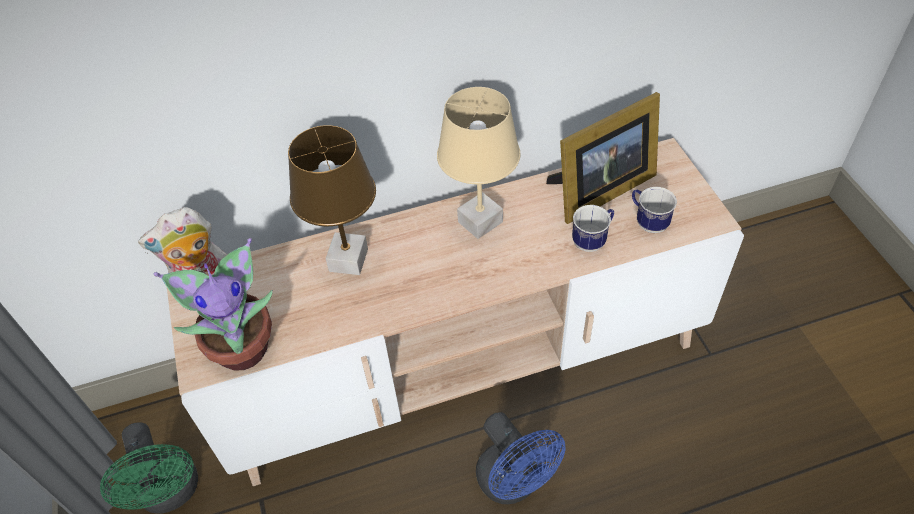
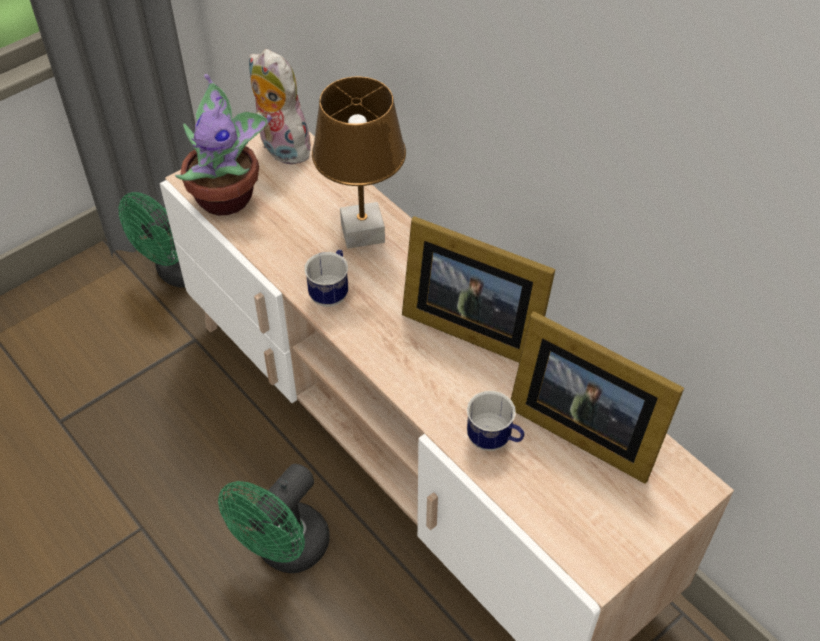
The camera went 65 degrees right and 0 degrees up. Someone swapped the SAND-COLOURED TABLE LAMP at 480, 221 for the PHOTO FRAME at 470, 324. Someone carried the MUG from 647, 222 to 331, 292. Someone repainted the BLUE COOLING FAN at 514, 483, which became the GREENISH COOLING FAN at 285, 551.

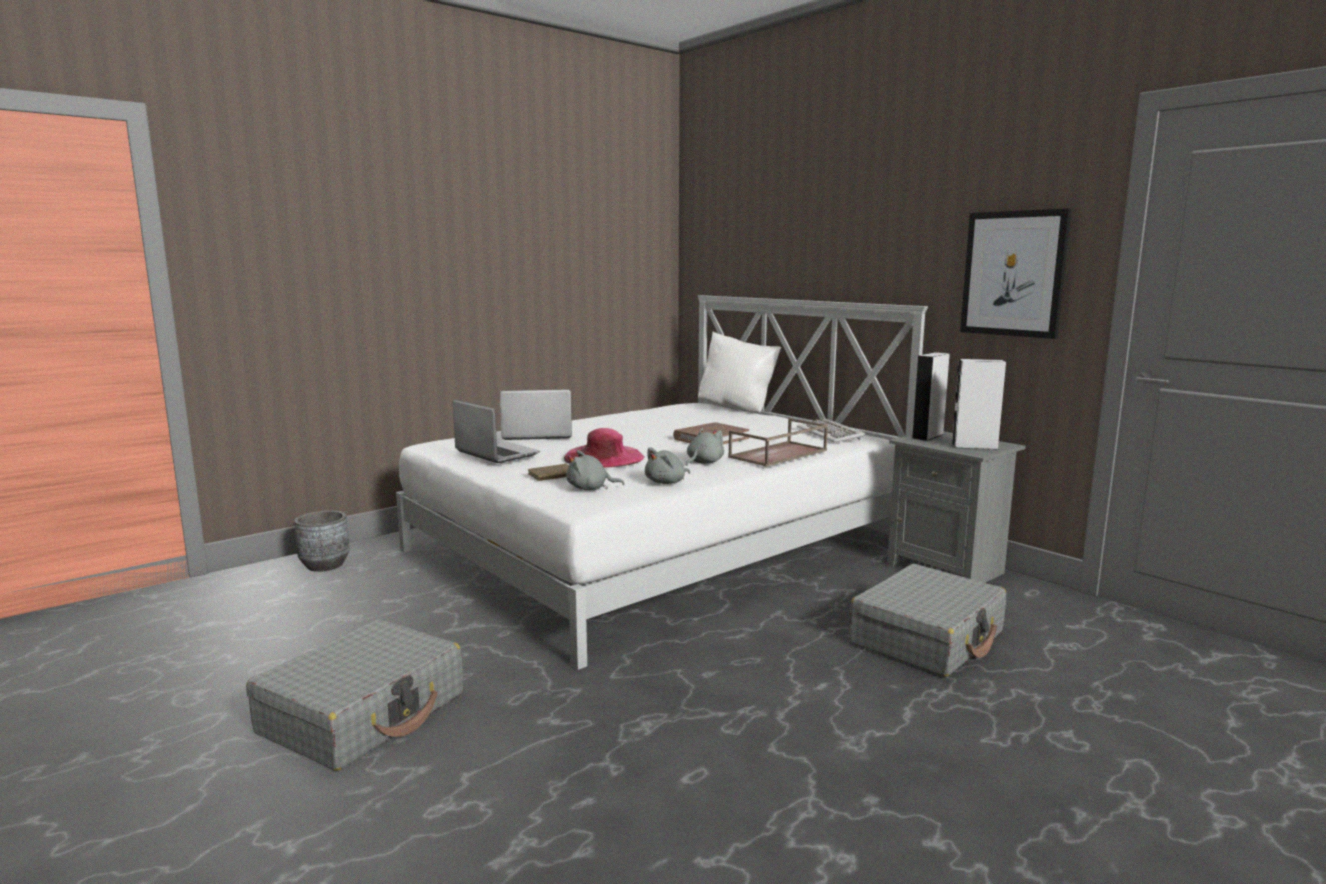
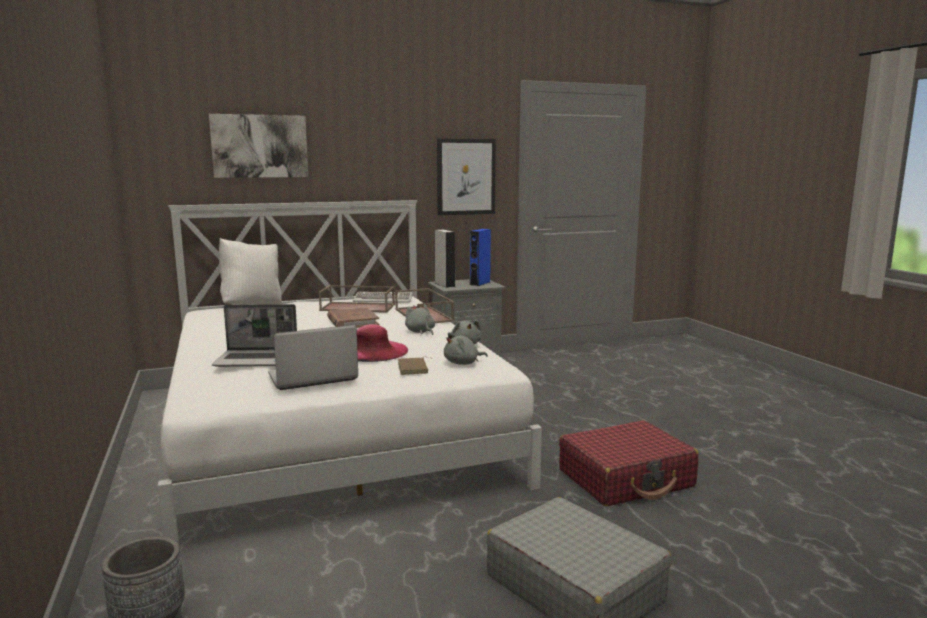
The camera went 70 degrees left and 0 degrees up. Someone repainted the GREYISH LOUDSPEAKER at 974, 447, which became the BLUE LOUDSPEAKER at 480, 283. Someone rotated the NOTEBOOK COMPUTER at 536, 435 by 105 degrees counterclockwise. Someone rotated the GREYISH SOFT TOY at 590, 489 by 45 degrees clockwise. Someone took away the GREYISH TRAVEL CASE at 927, 638. Someone put up the WALL PICTURE at 259, 146. Someone put down the BROWN SERVING TRAY at 358, 307. Someone put down the REDDISH TRAVEL CASE at 626, 479.

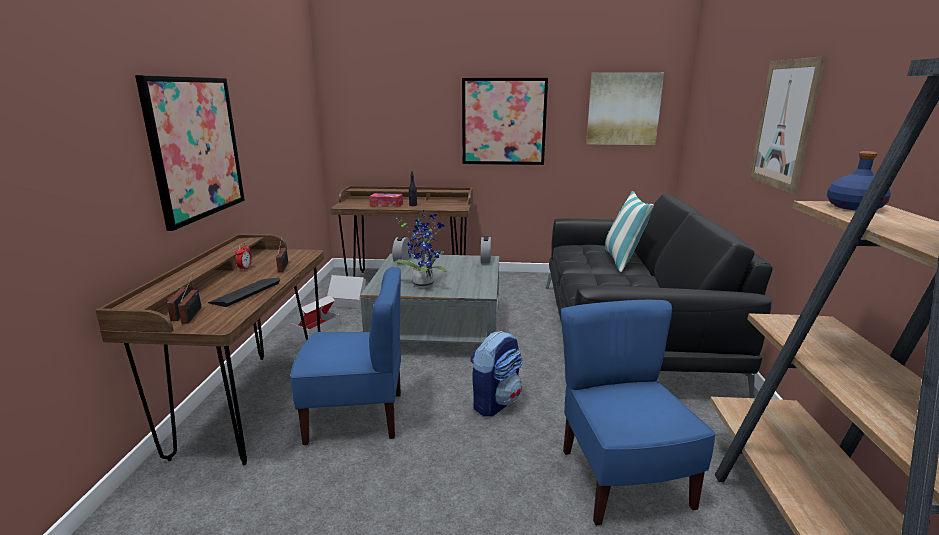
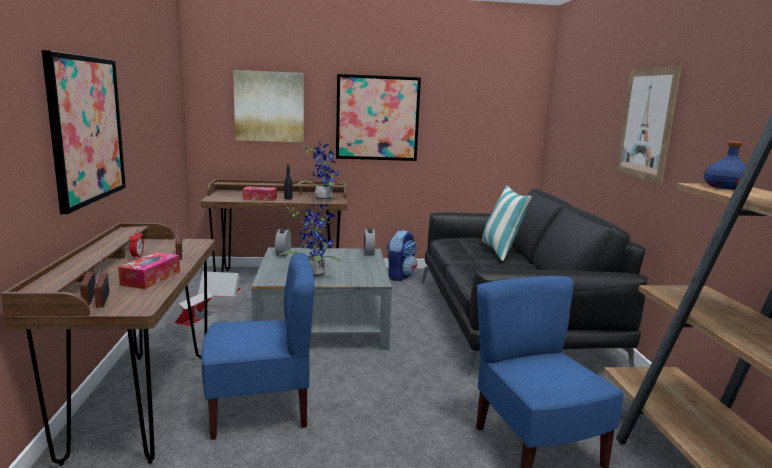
The camera went 10 degrees left and 5 degrees down. Someone carried the WALL PICTURE from 623, 109 to 269, 106. Someone swapped the KEYBOARD at 245, 292 for the TISSUE BOX at 151, 278. Someone carried the KNAPSACK from 495, 402 to 400, 276. Someone put down the PLANT IN A POT at 323, 199.

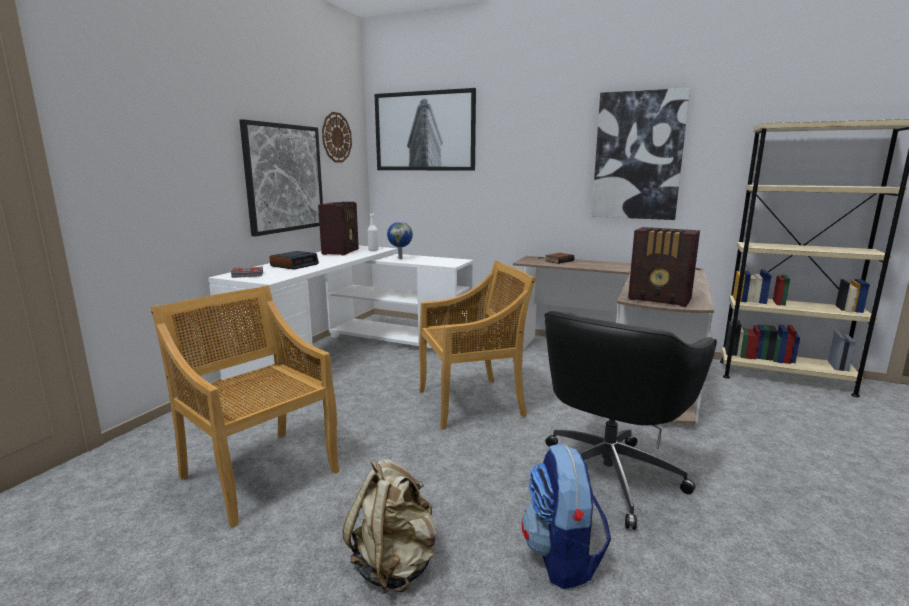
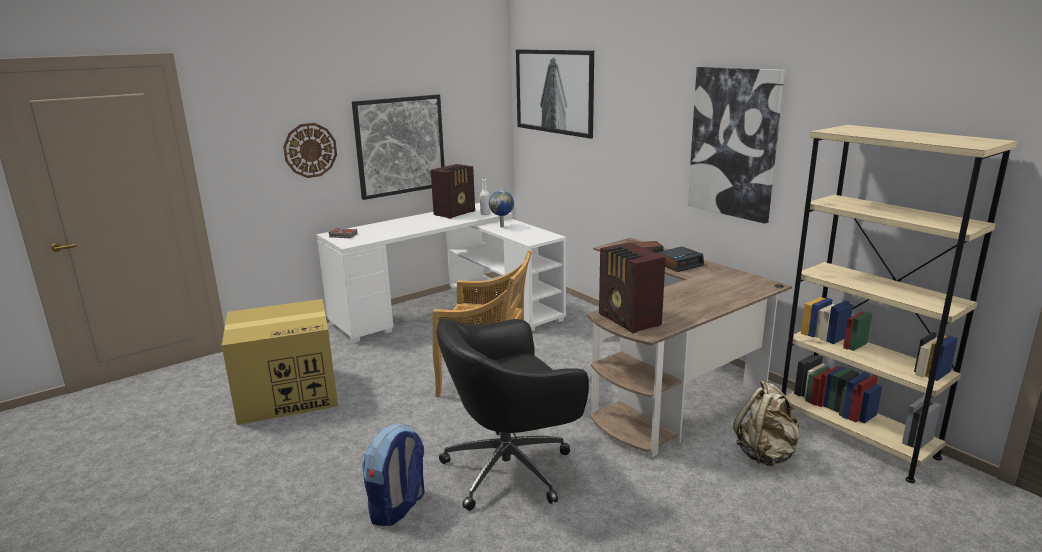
The camera went 30 degrees right and 5 degrees up. Someone carried the HANGING CLOCK from 336, 137 to 310, 150. Someone carried the BEDSIDE CLOCK from 294, 265 to 678, 264. Someone swapped the SAND-COLOURED CHAIR at 259, 473 for the CARTON at 289, 394. Someone carried the SAND-COLOURED KNAPSACK from 395, 564 to 766, 454.

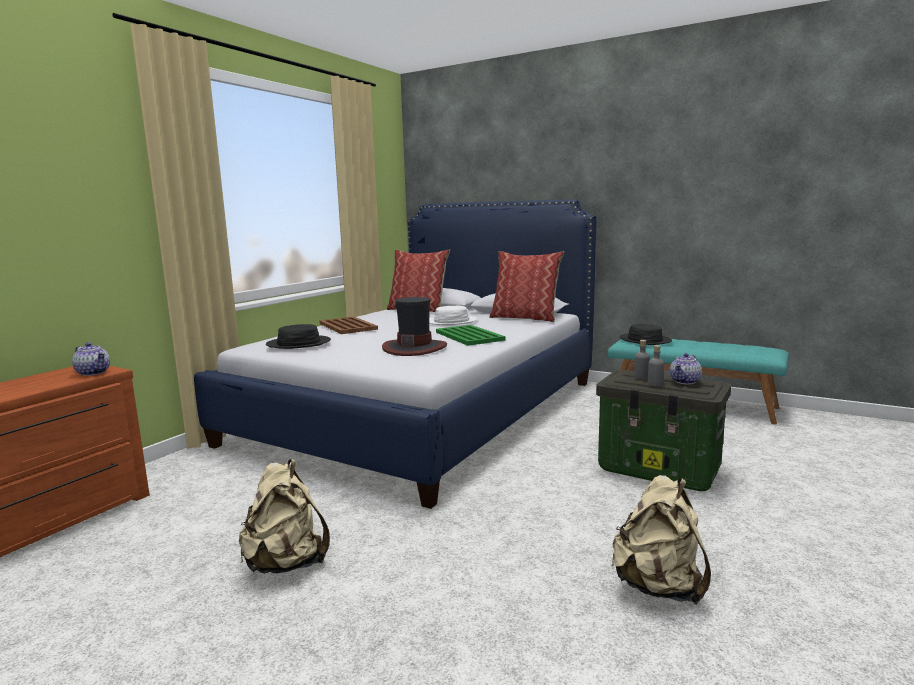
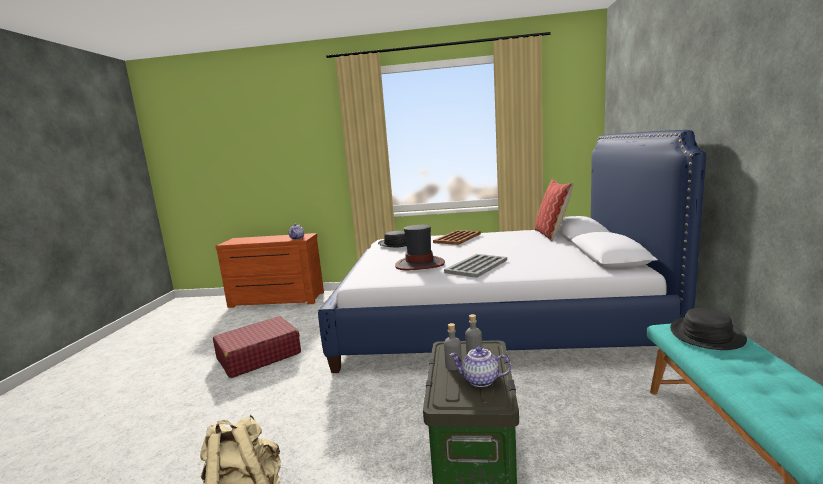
The camera went 65 degrees right and 0 degrees up. Someone took away the PILLOW at 525, 318. Someone took away the WHITE-COLOURED HAT at 451, 321. Someone repainted the GREENISH SERVING TRAY at 469, 336, which became the GREYISH SERVING TRAY at 477, 266. Someone swapped the SAND-COLOURED KNAPSACK at 286, 563 for the REDDISH TRAVEL CASE at 258, 356.

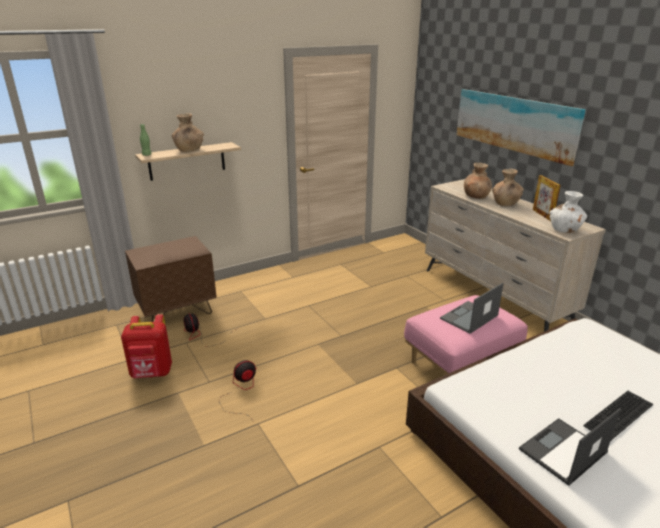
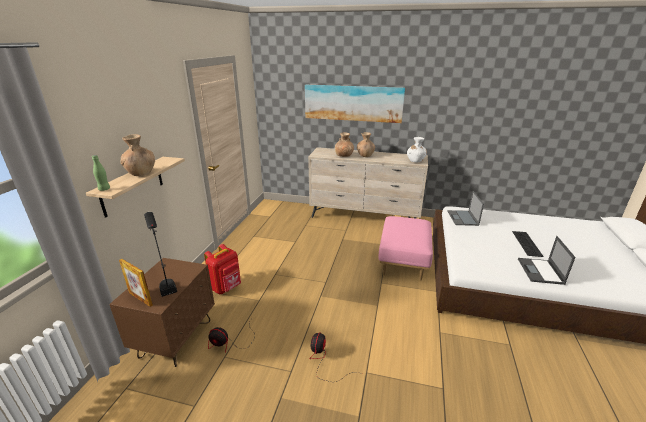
The camera went 45 degrees left and 0 degrees up. Someone carried the PHOTO FRAME from 542, 215 to 140, 299. Someone carried the NOTEBOOK COMPUTER from 469, 317 to 462, 218. Someone carried the REDDISH KNAPSACK from 152, 373 to 226, 287. Someone put down the BLACKISH TABLE LAMP at 165, 280.

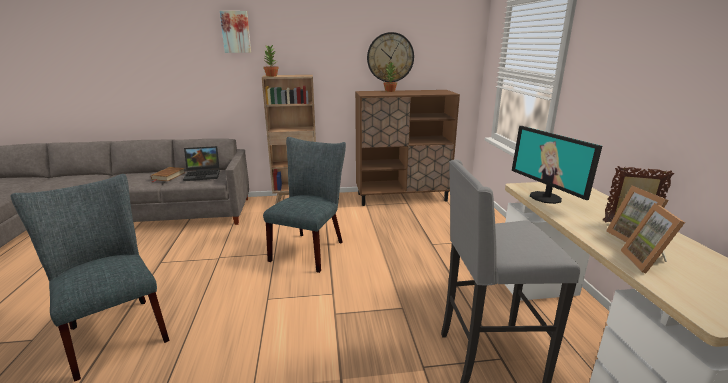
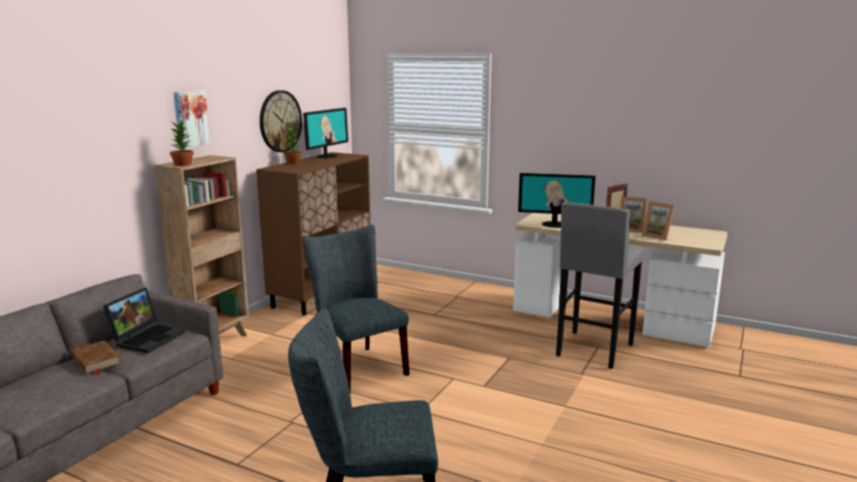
The camera went 55 degrees left and 5 degrees down. Someone carried the WALL PICTURE from 236, 32 to 190, 118. Someone put down the MONITOR at 326, 156.

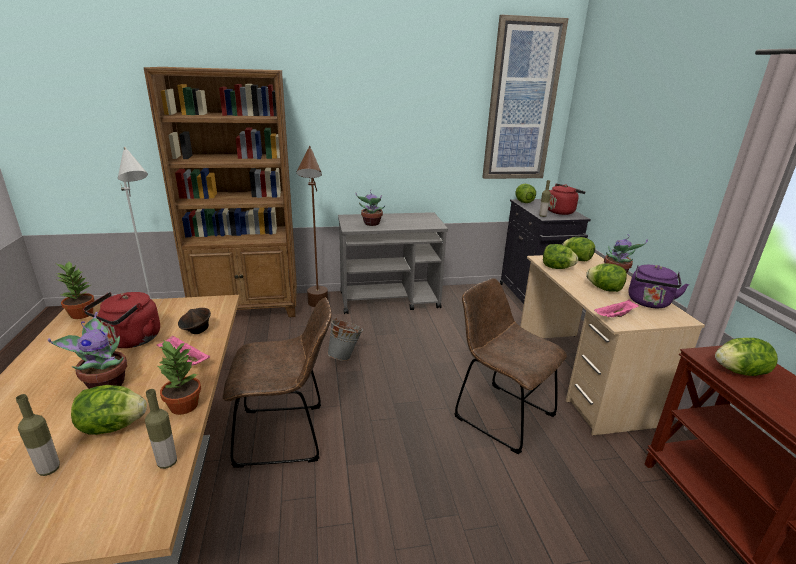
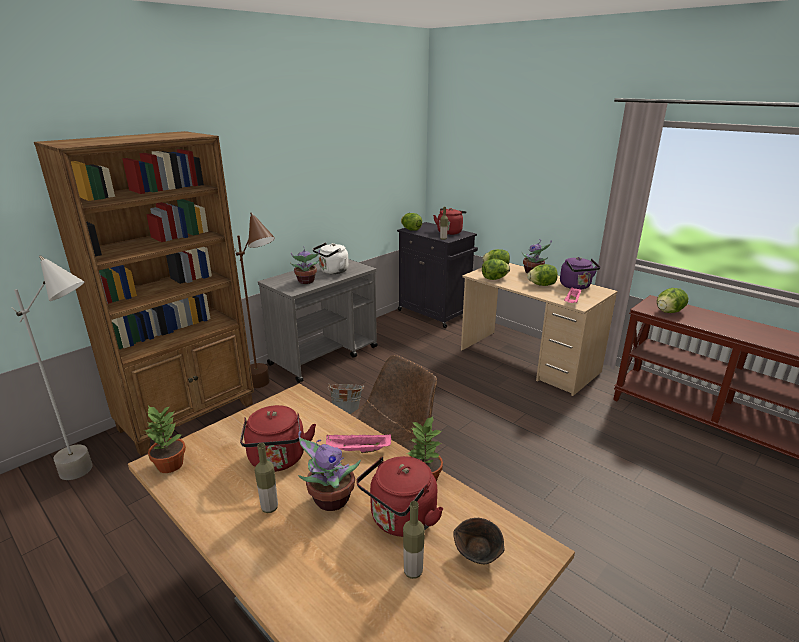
The camera went 35 degrees left and 0 degrees up. Someone took away the WALL PICTURE at 521, 102. Someone took away the BROWN CHAIR at 499, 414. Someone carried the BROWN DEEP DISH from 197, 331 to 478, 555. Someone swapped the LETTUCE at 113, 427 for the REDDISH TEA KETTLE at 401, 520. Someone carried the DRINK BOTTLE from 167, 462 to 269, 508. Someone put down the WHITE-COLOURED TEA KETTLE at 332, 271.

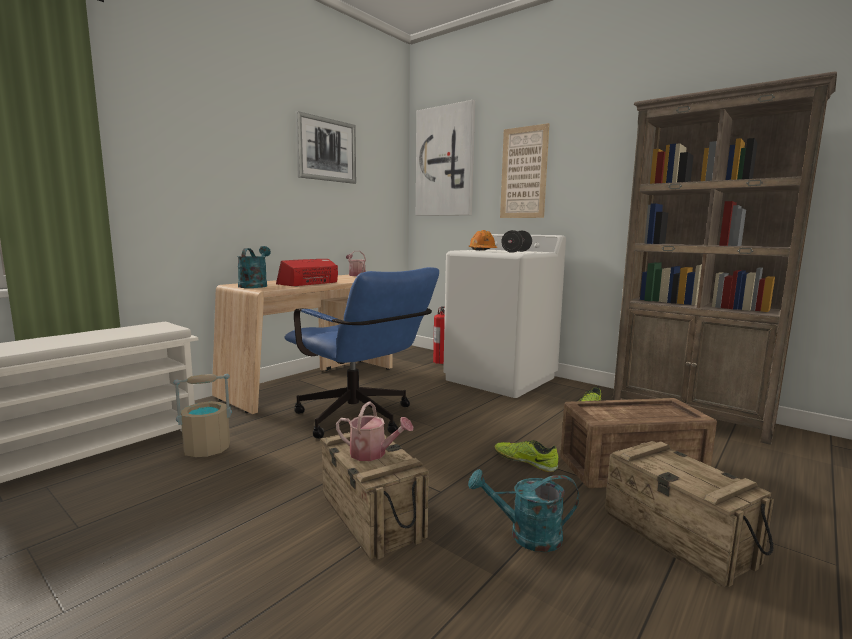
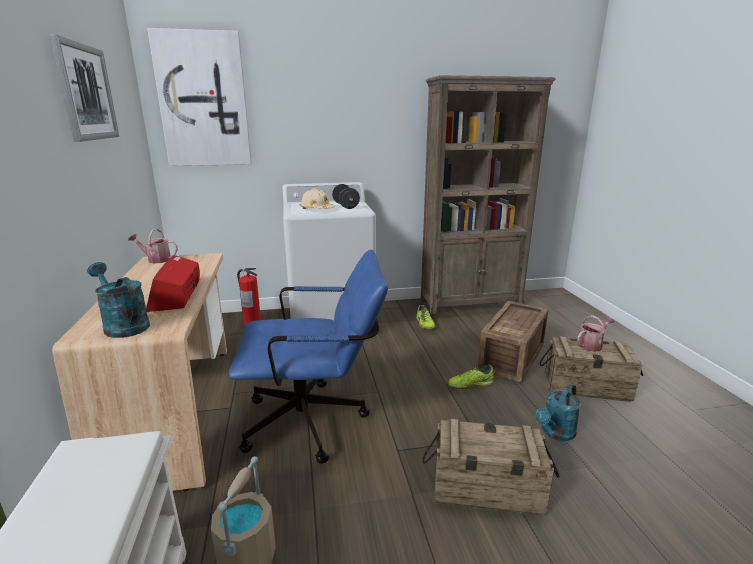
The camera went 50 degrees left and 10 degrees up. Someone took away the WALL PICTURE at 523, 173. Someone repainted the ORANGE HARD HAT at 482, 251, which became the SAND-COLOURED HARD HAT at 316, 209. Someone carried the SPRINKLING CAN from 373, 453 to 592, 345.

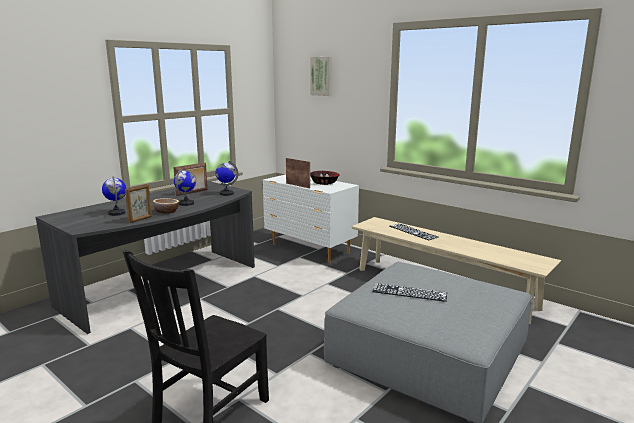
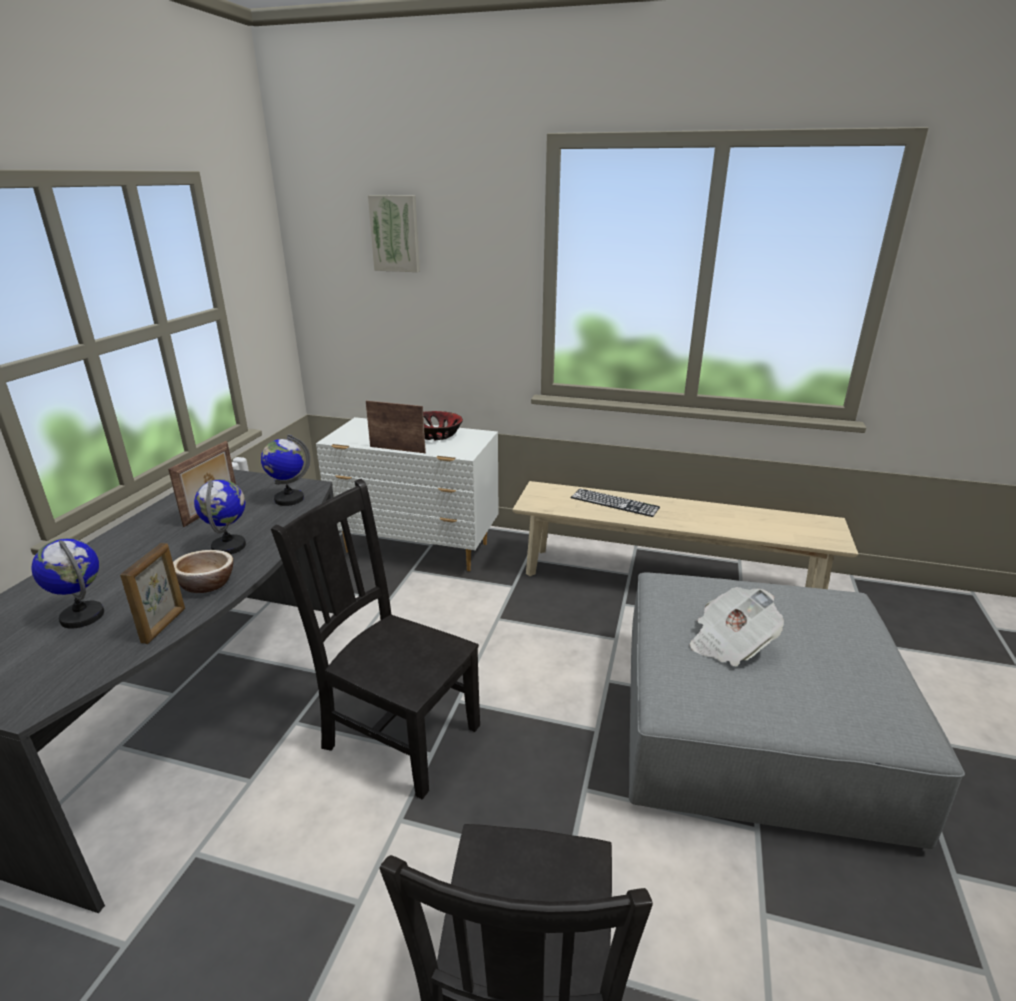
The camera went 25 degrees left and 10 degrees up. Someone swapped the KEYBOARD at 409, 292 for the NEWSPAPER at 730, 643. Someone put down the BLACKISH CHAIR at 398, 734.

